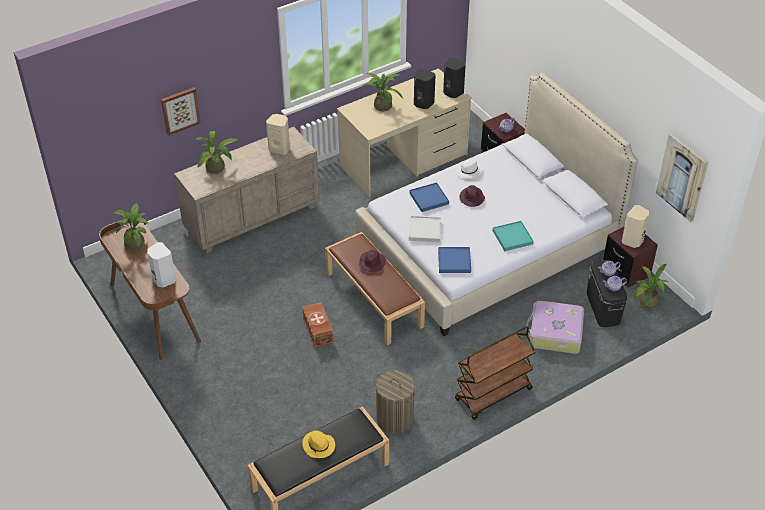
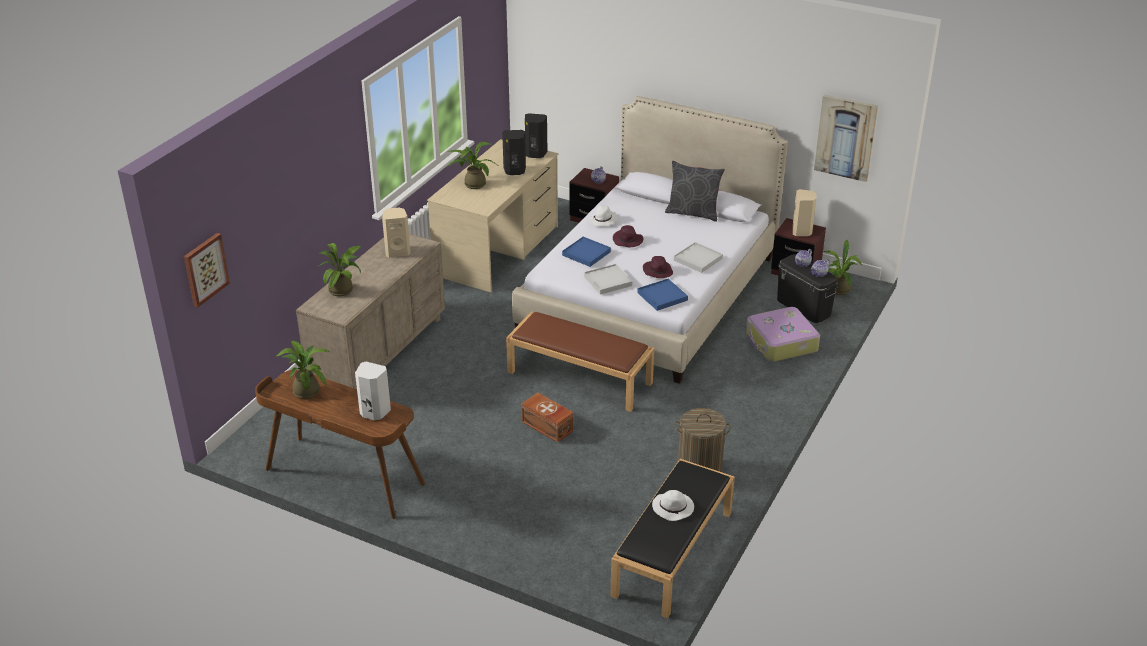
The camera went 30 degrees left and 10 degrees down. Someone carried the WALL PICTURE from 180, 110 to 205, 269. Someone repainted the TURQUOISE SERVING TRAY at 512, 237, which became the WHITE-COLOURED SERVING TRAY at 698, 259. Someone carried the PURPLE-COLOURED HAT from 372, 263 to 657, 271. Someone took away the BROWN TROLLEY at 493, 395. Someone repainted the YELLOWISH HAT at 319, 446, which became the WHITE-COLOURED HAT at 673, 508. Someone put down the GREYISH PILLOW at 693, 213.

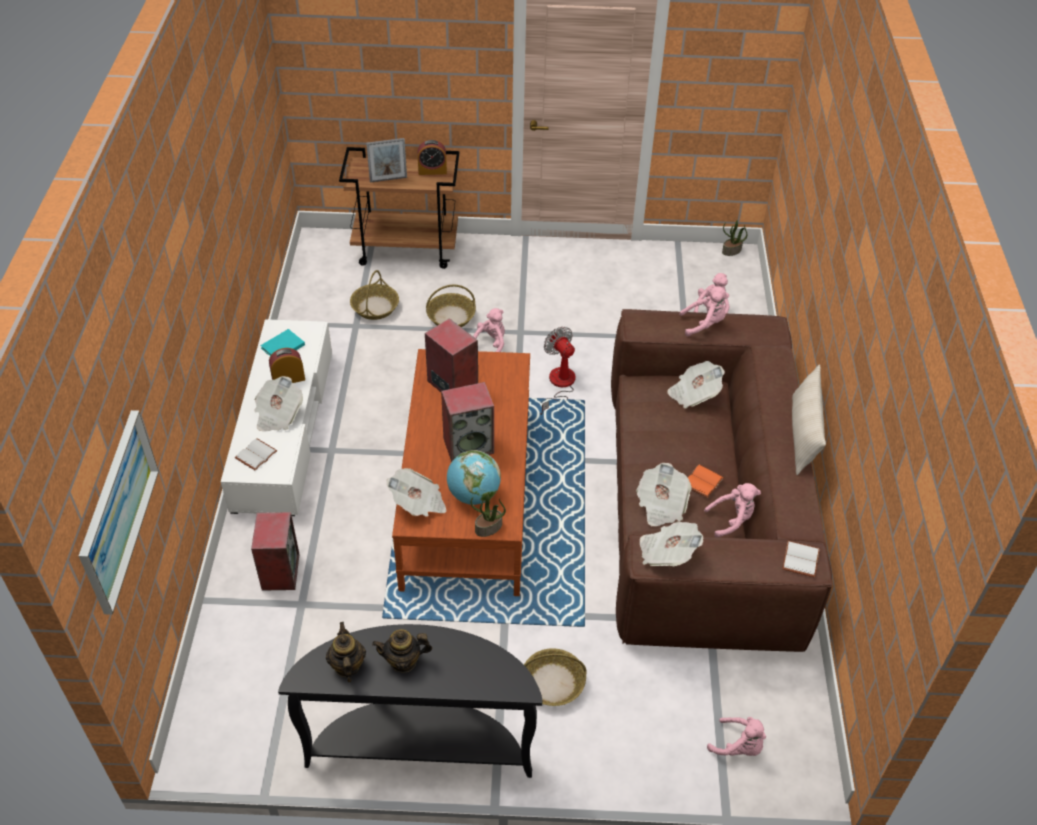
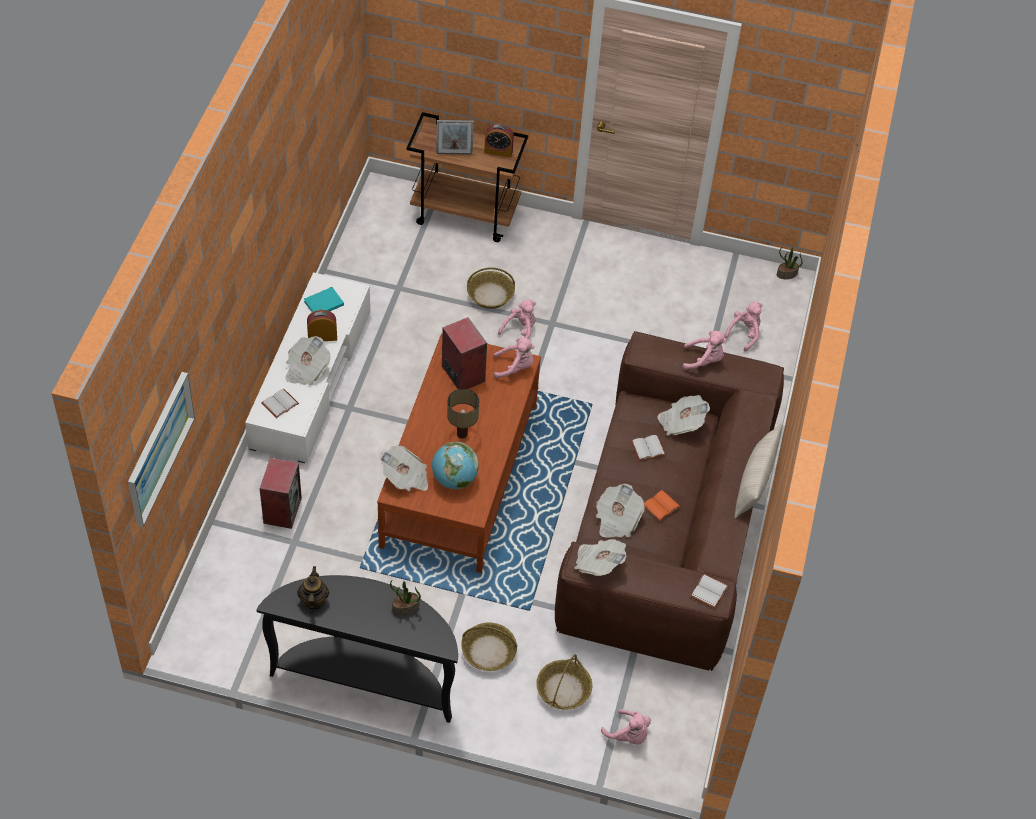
The camera went 10 degrees right and 5 degrees up. Someone carried the STORAGE BASKET from 375, 307 to 563, 689. Someone took away the COOLING FAN at 559, 385. Someone swapped the LOUDSPEAKER at 469, 445 for the TABLE LAMP at 462, 433. Someone carried the PINK-COLOURED SOFT TOY from 732, 520 to 515, 367. Someone carried the PLANT IN A POT from 488, 528 to 405, 608. Someone took away the TEAPOT at 403, 661. Someone put down the WHITE-COLOURED BOUND BOOK at 648, 447.

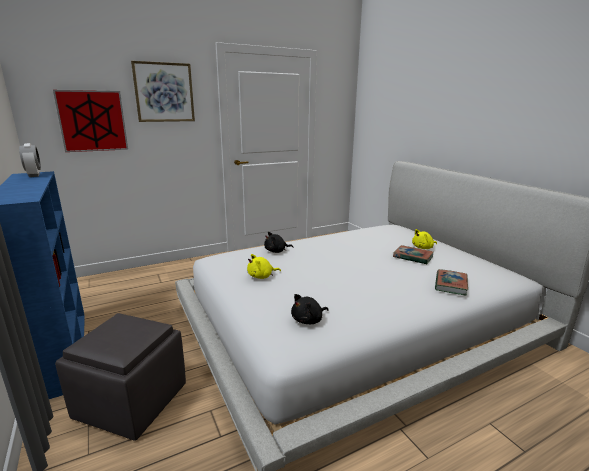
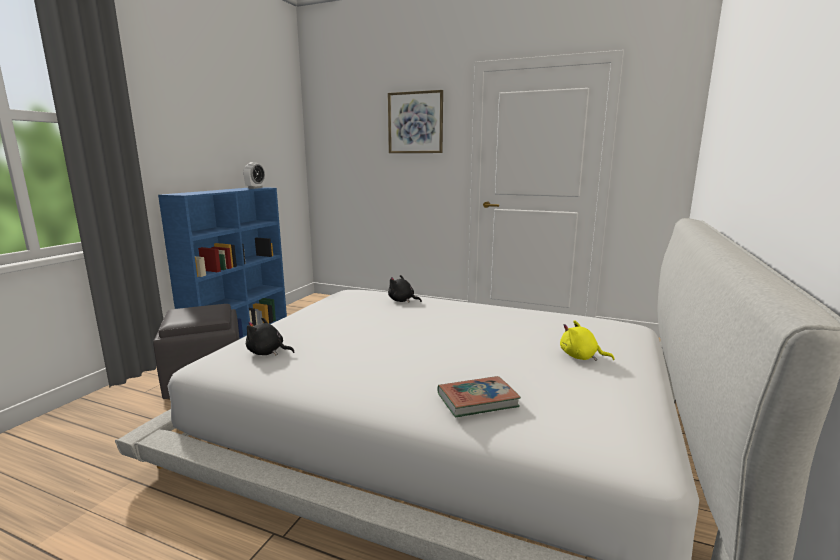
The camera went 50 degrees right and 5 degrees down. Someone took away the WALL PICTURE at 92, 121. Someone took away the BOUND BOOK at 413, 257. Someone took away the YELLOWISH SOFT TOY at 261, 276.

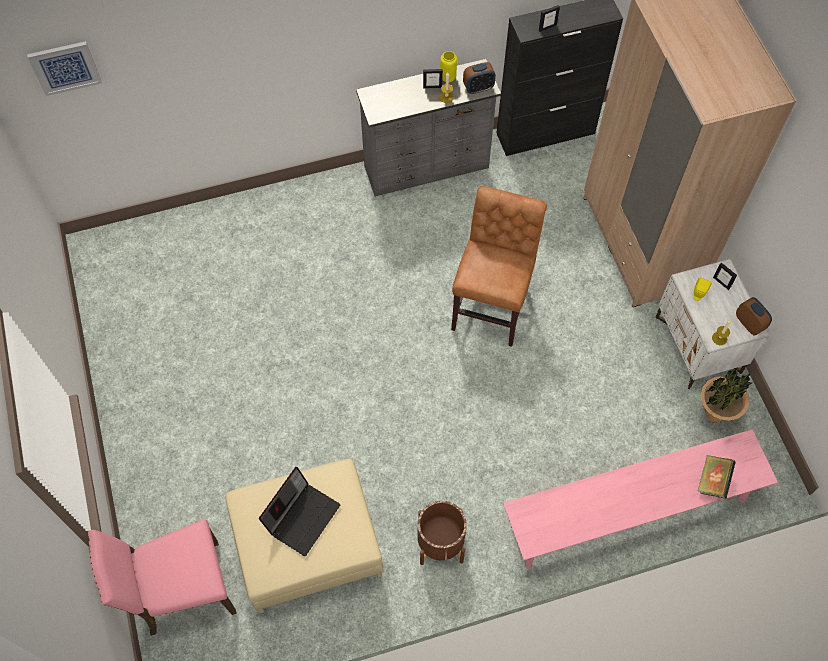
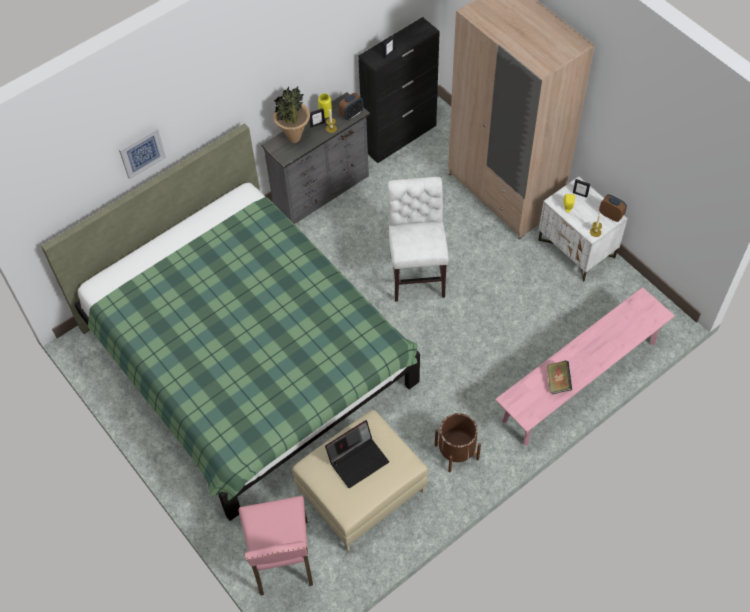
The camera went 20 degrees left and 5 degrees down. Someone carried the WALL PICTURE from 65, 67 to 141, 152. Someone repainted the BROWN CHAIR at 492, 305, which became the WHITE-COLOURED CHAIR at 417, 273. Someone carried the PLANT IN A POT from 713, 416 to 294, 138. Someone carried the BOUND BOOK from 713, 481 to 558, 382. Someone rotated the NOTEBOOK COMPUTER at 302, 516 by 45 degrees clockwise. Someone rotated the PINK-COLOURED CHAIR at 183, 591 by 60 degrees counterclockwise. Someone put down the GREENISH BED at 247, 357.

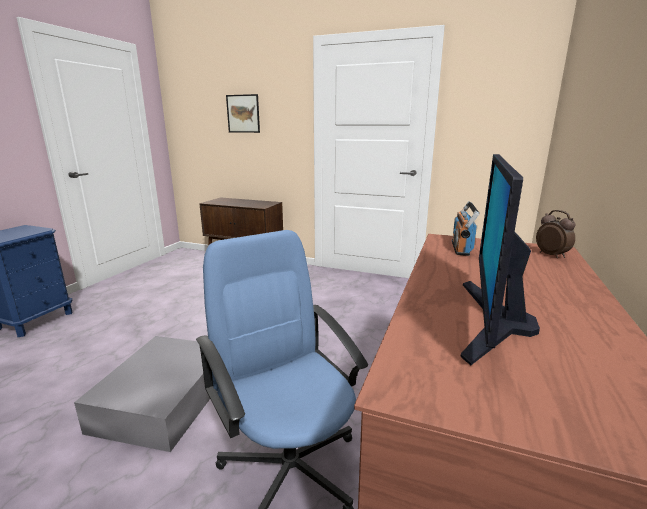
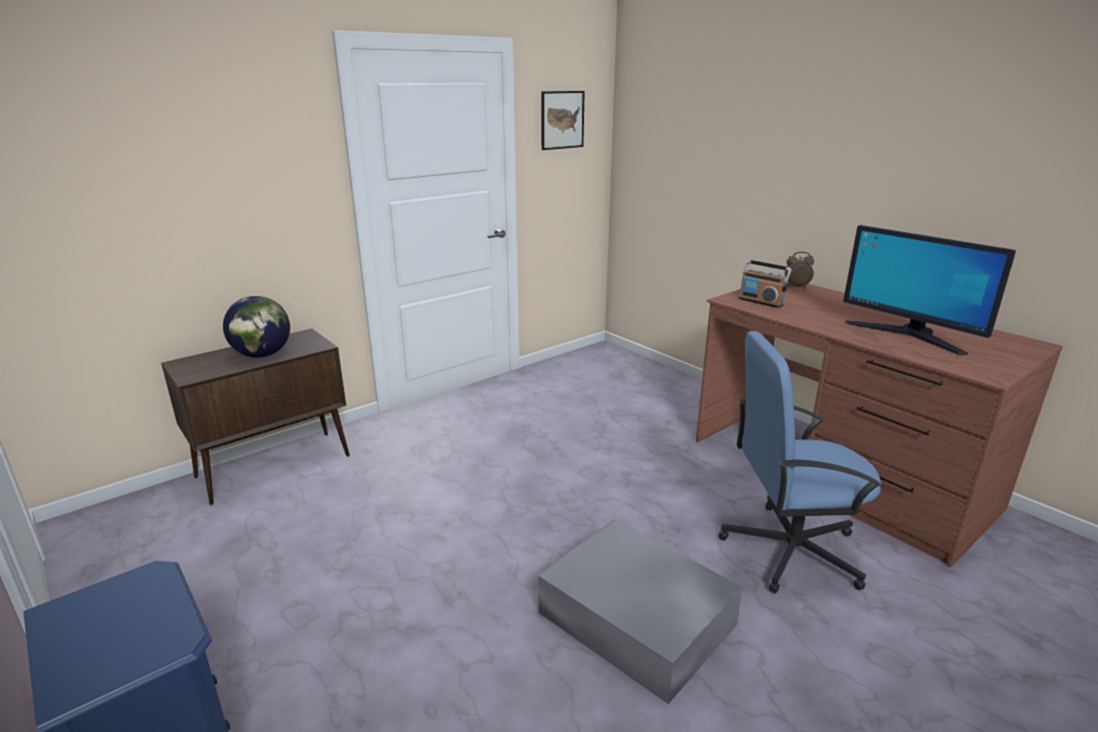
The camera went 60 degrees left and 5 degrees up. Someone carried the WALL PICTURE from 243, 113 to 562, 120. Someone put down the DESK GLOBE at 262, 355.

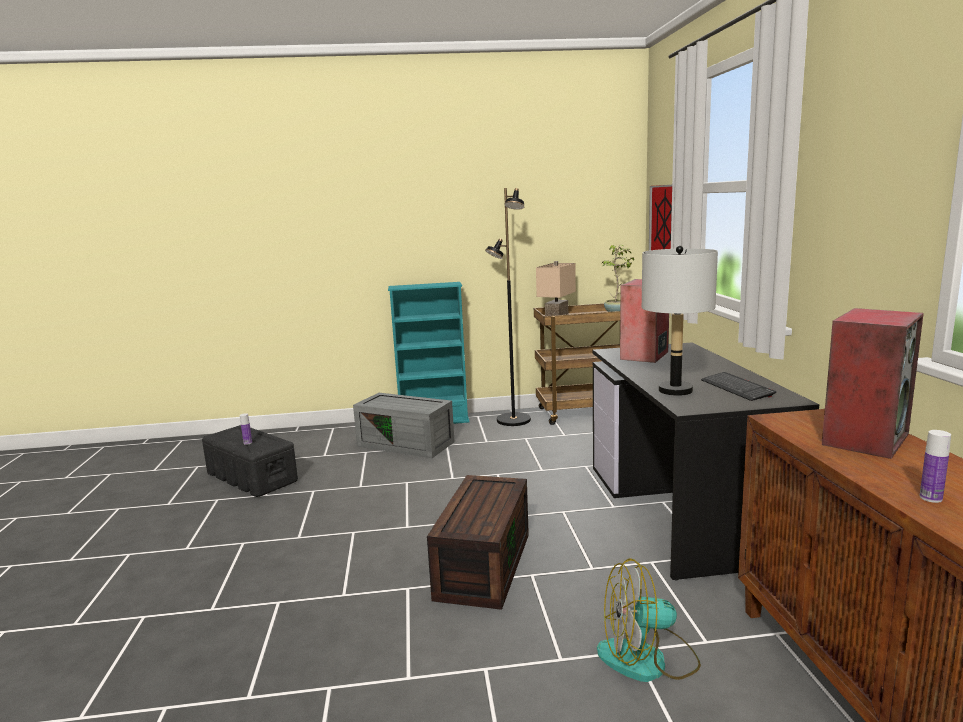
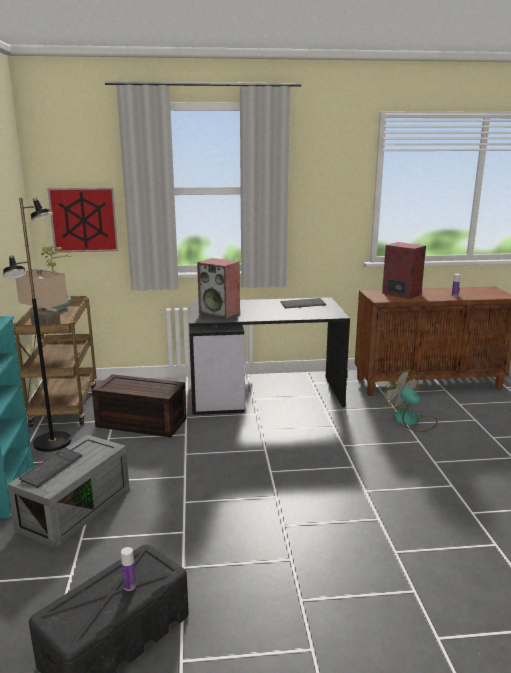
The camera went 90 degrees left and 5 degrees up. Someone took away the GREYISH TABLE LAMP at 675, 391. Someone carried the BROWN STORAGE BIN from 482, 564 to 139, 423. Someone rotated the COOLING FAN at 647, 659 by 150 degrees clockwise. Someone put down the KEYBOARD at 52, 468.

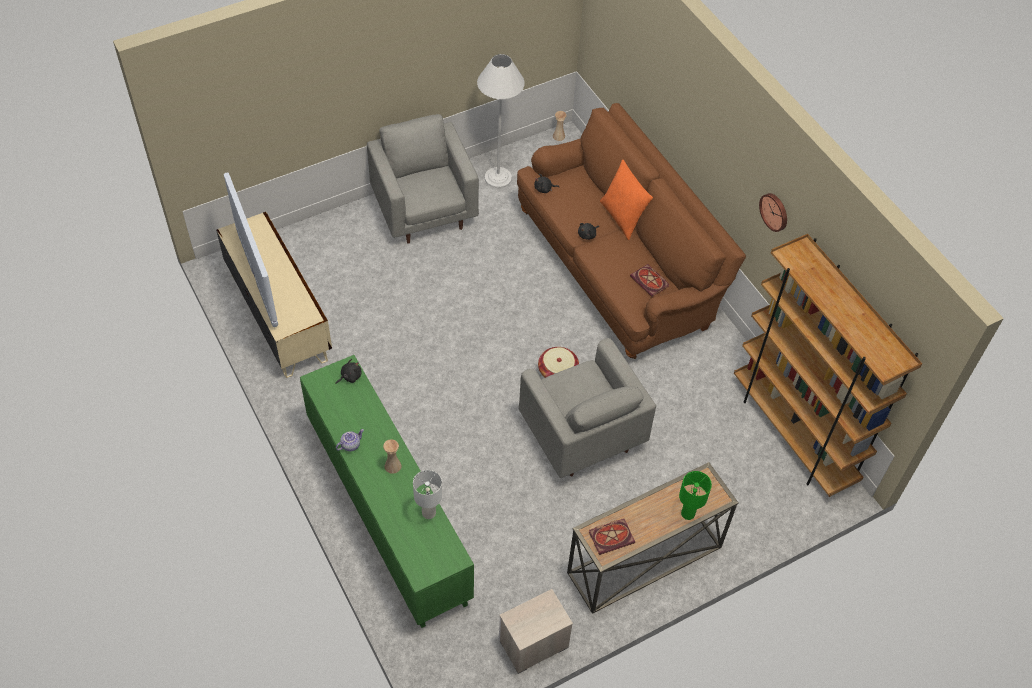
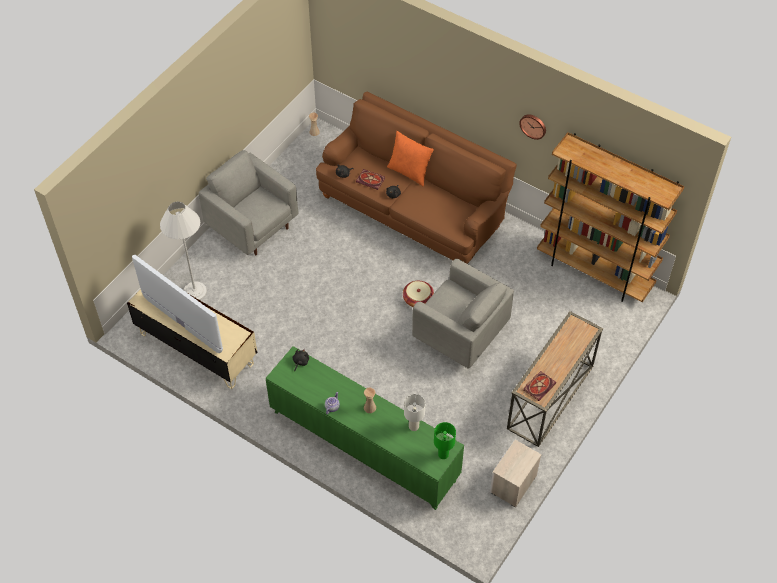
The camera went 25 degrees left and 0 degrees up. Someone carried the WHITE-COLOURED STANDING LAMP from 498, 178 to 195, 291. Someone carried the BOUND BOOK from 650, 281 to 371, 180. Someone carried the GREENISH TABLE LAMP from 688, 513 to 443, 454.

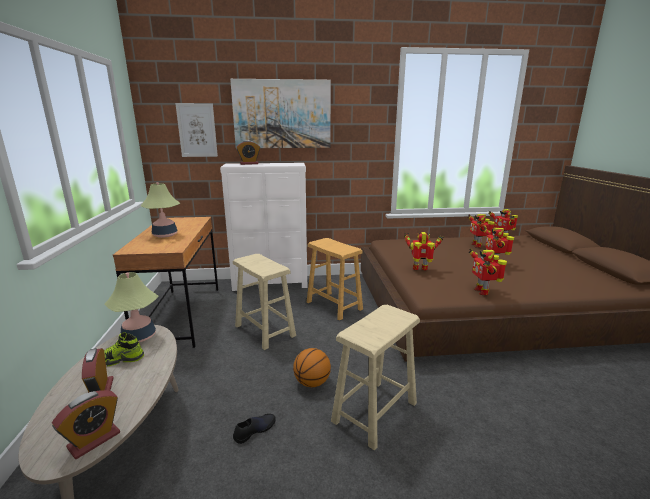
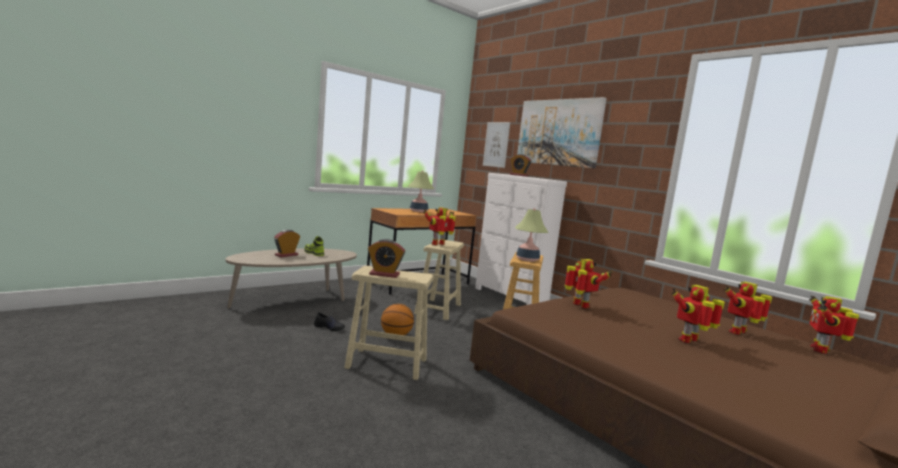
The camera went 55 degrees right and 10 degrees down. Someone carried the MODEL ROBOT from 482, 291 to 439, 244. Someone carried the TABLE LAMP from 139, 337 to 527, 259. Someone carried the BEDSIDE CLOCK from 94, 440 to 384, 274.

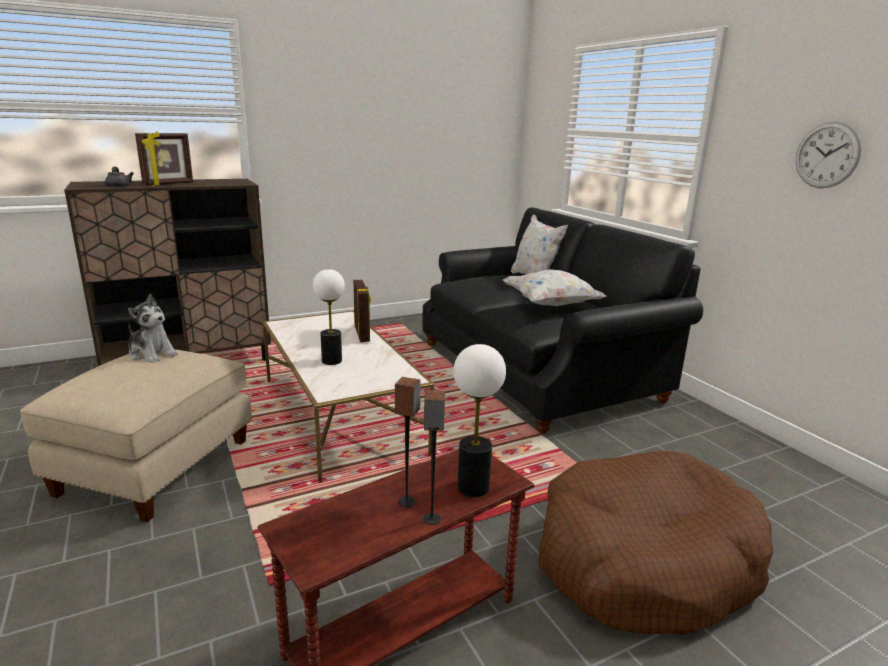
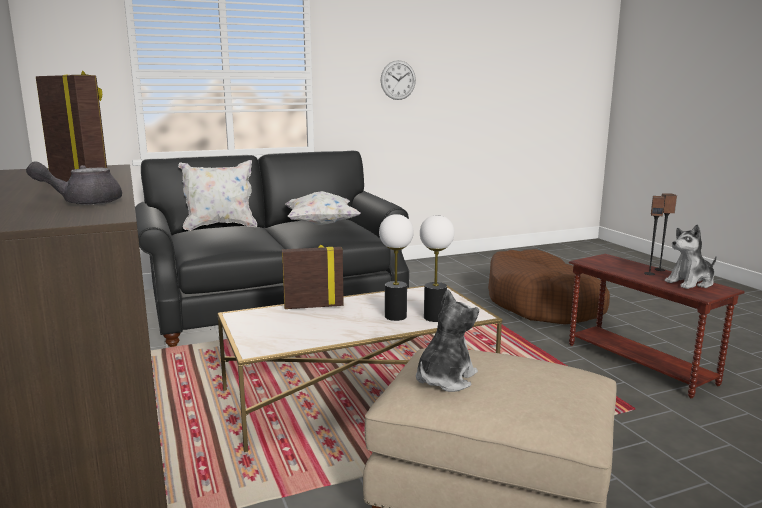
The camera went 85 degrees left and 5 degrees down. Someone carried the TABLE LAMP from 473, 487 to 434, 317. Someone put down the SOFT TOY at 690, 283.

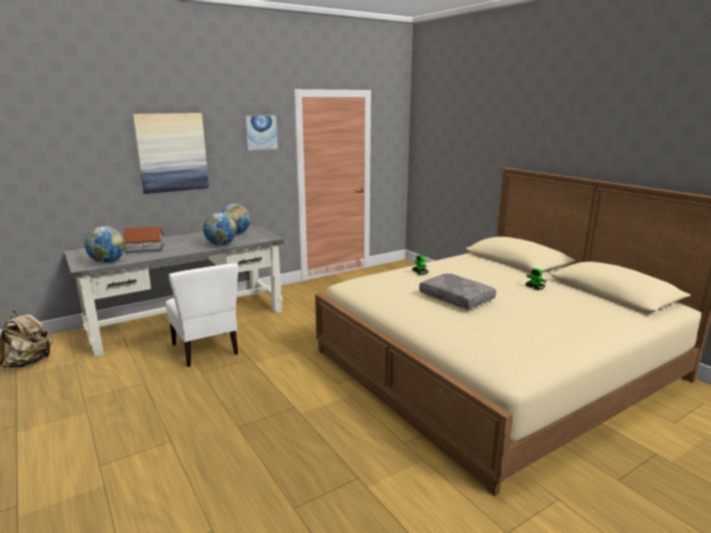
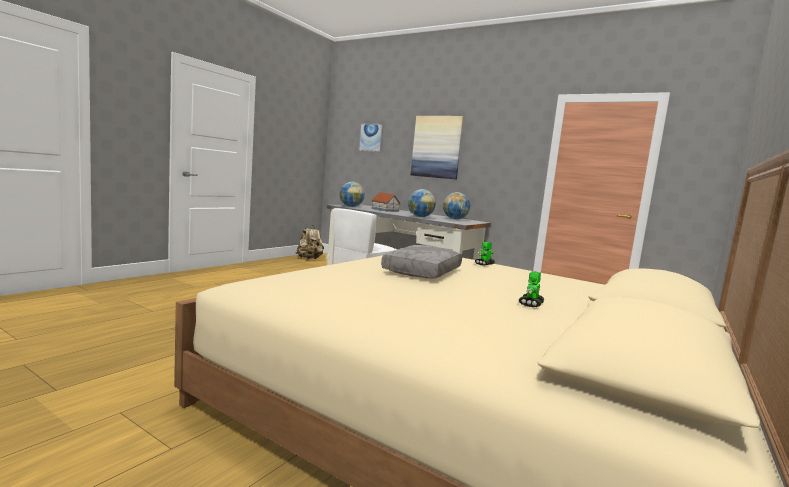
The camera went 65 degrees right and 10 degrees down. Someone carried the WALL PICTURE from 261, 132 to 371, 137.

